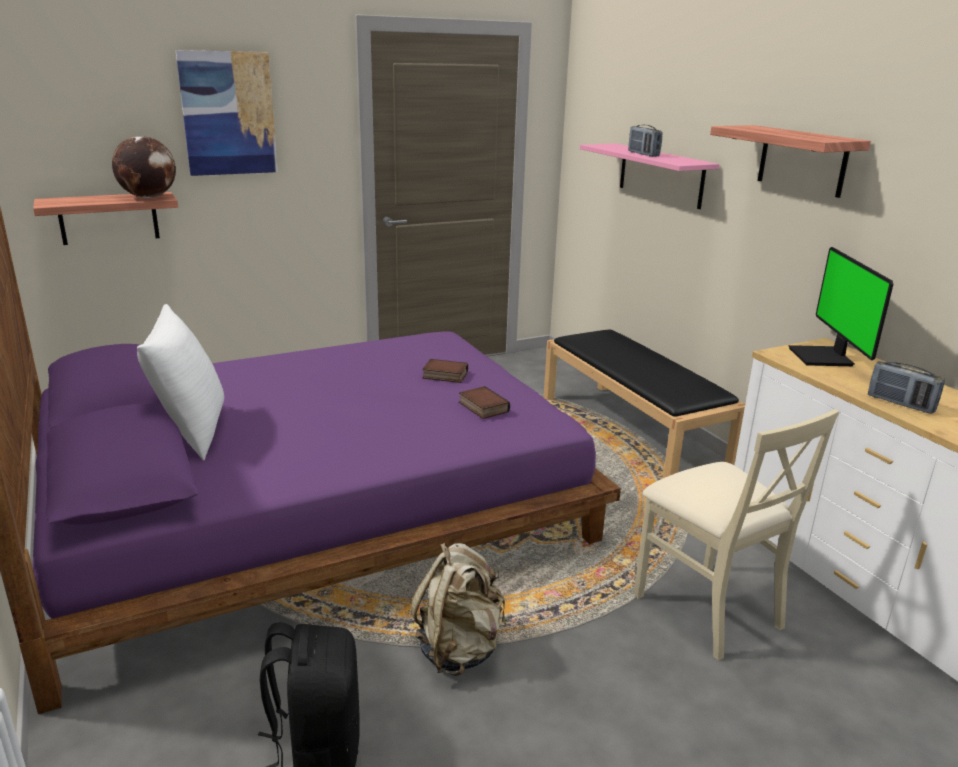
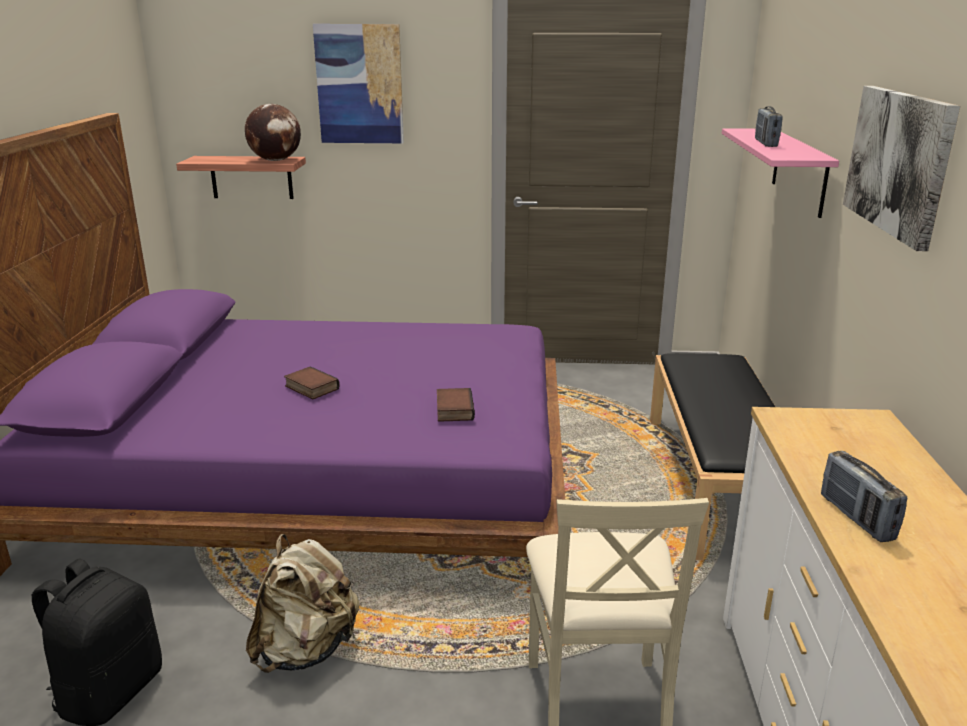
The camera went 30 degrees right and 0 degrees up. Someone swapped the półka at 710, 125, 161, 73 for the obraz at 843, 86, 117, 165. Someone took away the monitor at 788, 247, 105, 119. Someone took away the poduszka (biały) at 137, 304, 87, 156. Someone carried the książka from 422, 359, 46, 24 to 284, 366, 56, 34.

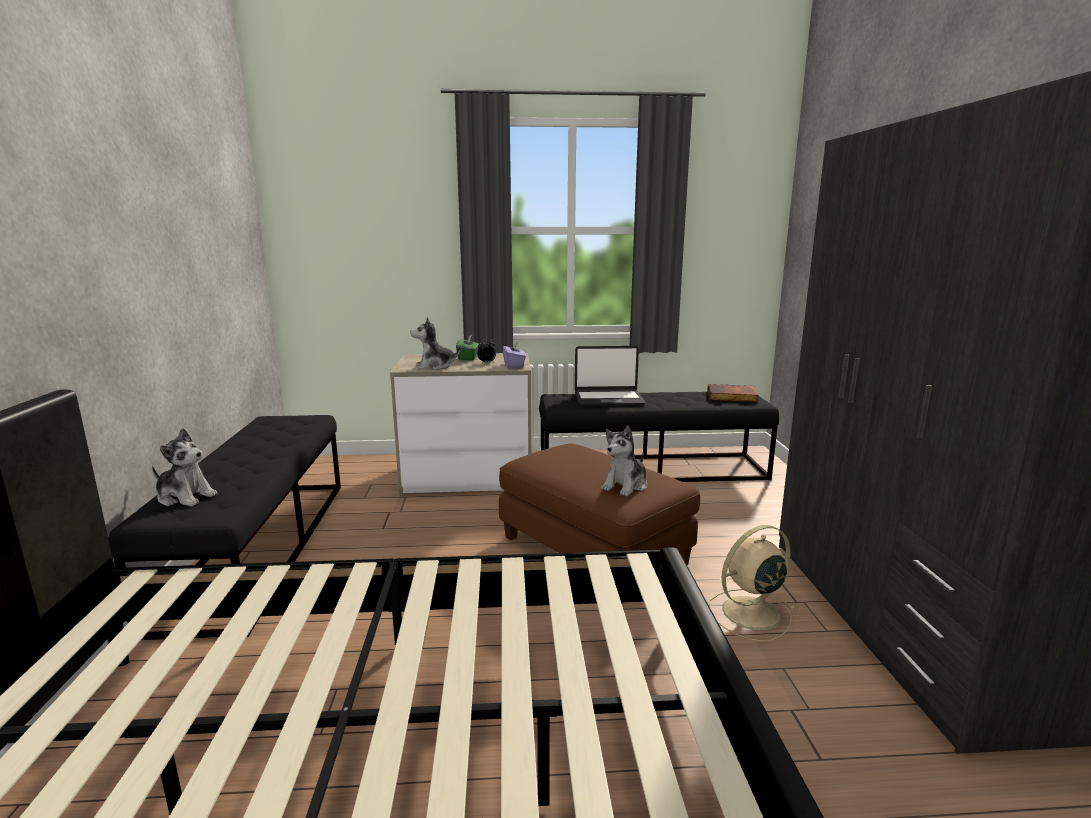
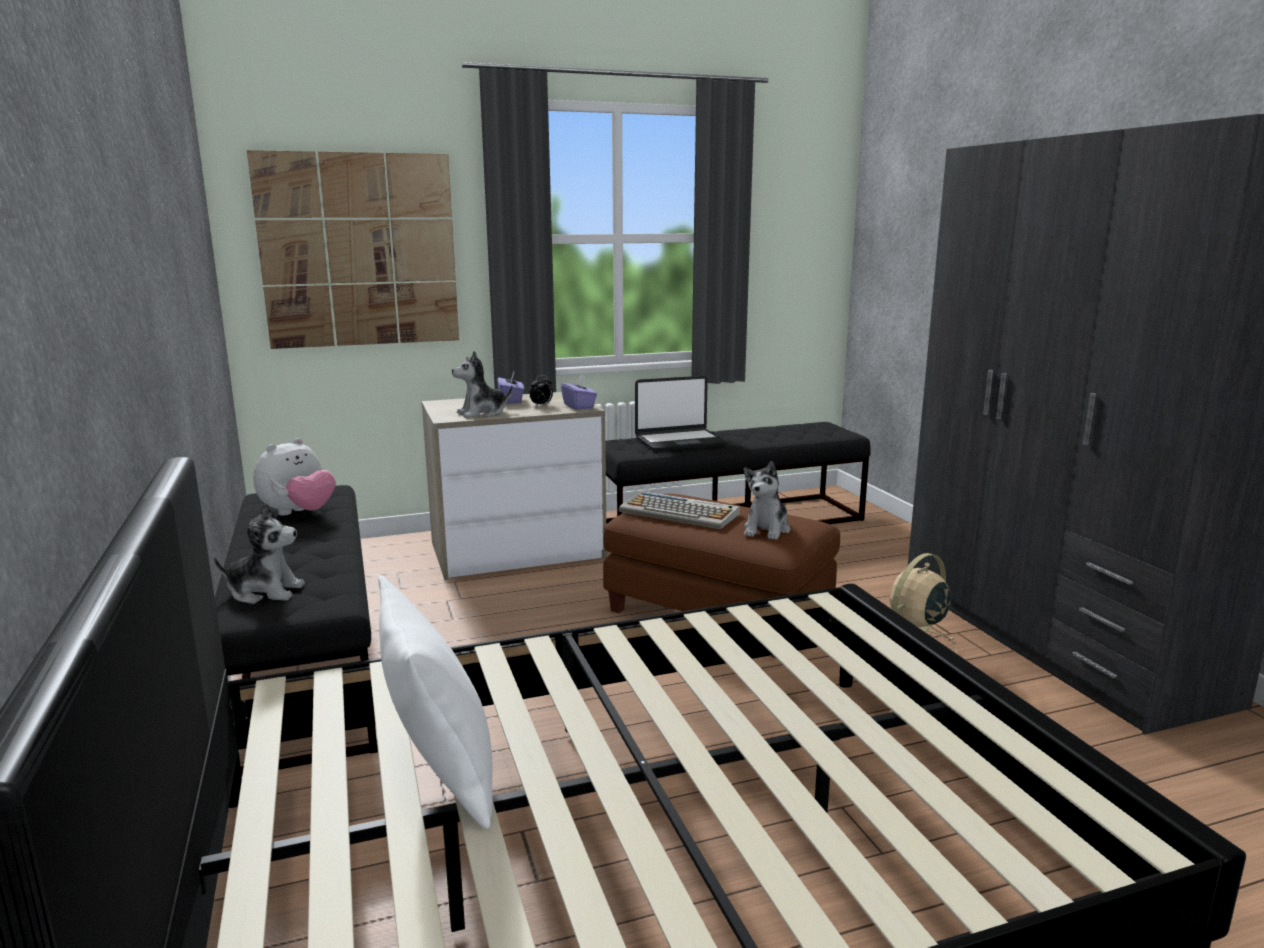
The camera went 15 degrees left and 0 degrees up. Someone repainted the pudełko chusteczek (zielony) at 456, 335, 23, 25, which became the pudełko chusteczek (fioletowy) at 497, 372, 27, 32. Someone took away the książka at 707, 384, 51, 19. Someone put up the obraz at 247, 150, 212, 199. Someone put down the pluszak at 253, 438, 83, 78. Someone put down the klawiatura at 619, 491, 121, 38. Someone put down the poduszka (biały) at 378, 576, 115, 253.

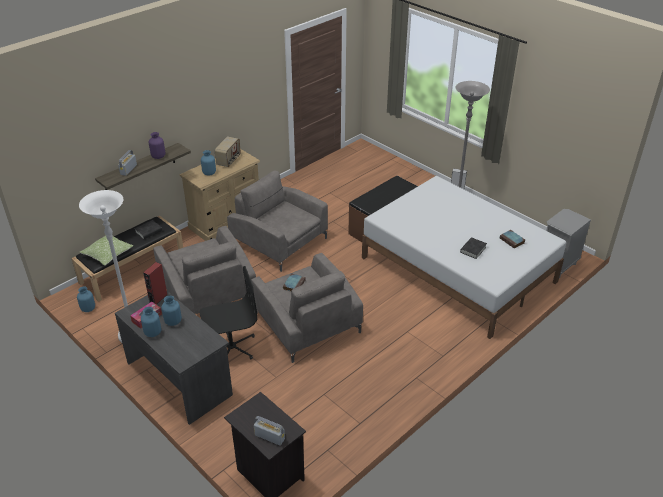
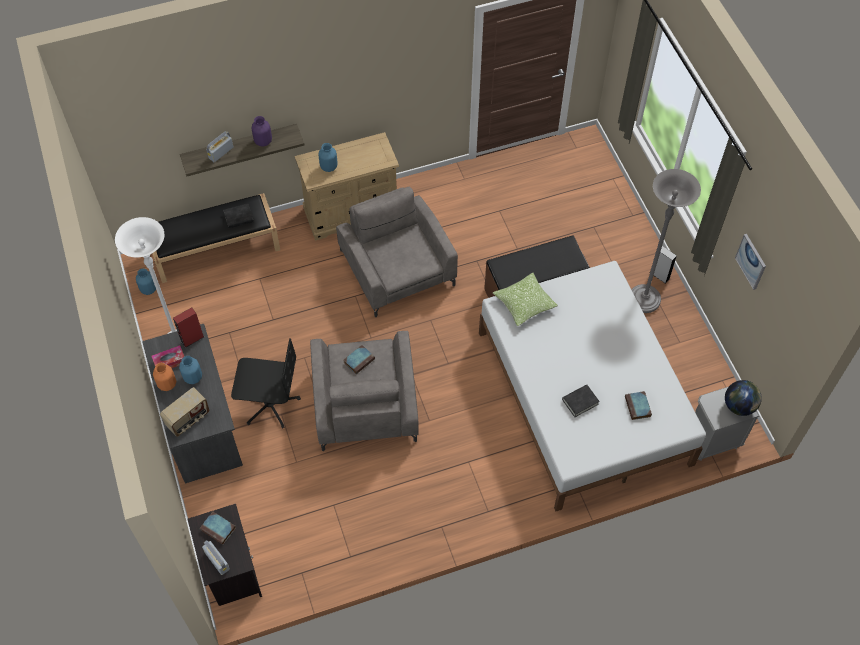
The camera went 25 degrees right and 20 degrees up. Someone carried the radio from 215, 136, 26, 31 to 160, 387, 49, 50. Someone took away the fotel (szary) at 153, 226, 103, 88. Someone carried the poduszka from 79, 235, 54, 31 to 493, 273, 65, 53. Someone repainted the wazon (niebieski) at 141, 307, 20, 30, which became the wazon (pomarańczowy) at 153, 363, 23, 28. Someone put up the obraz at 735, 234, 31, 56. Someone put down the globus at 725, 380, 37, 36. Someone put down the książka at 200, 512, 36, 33.

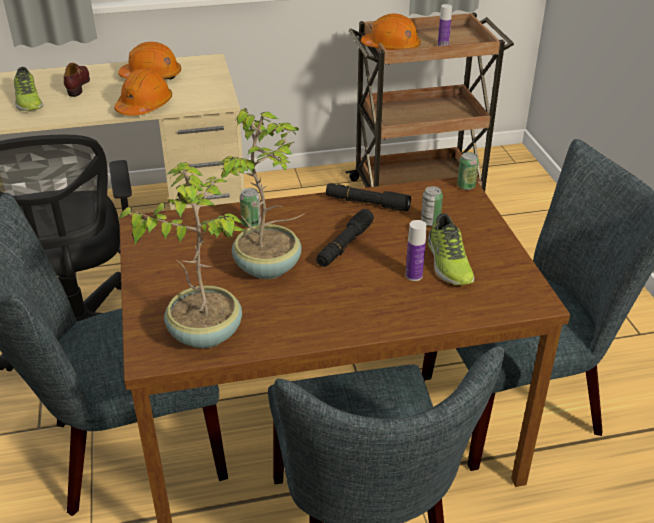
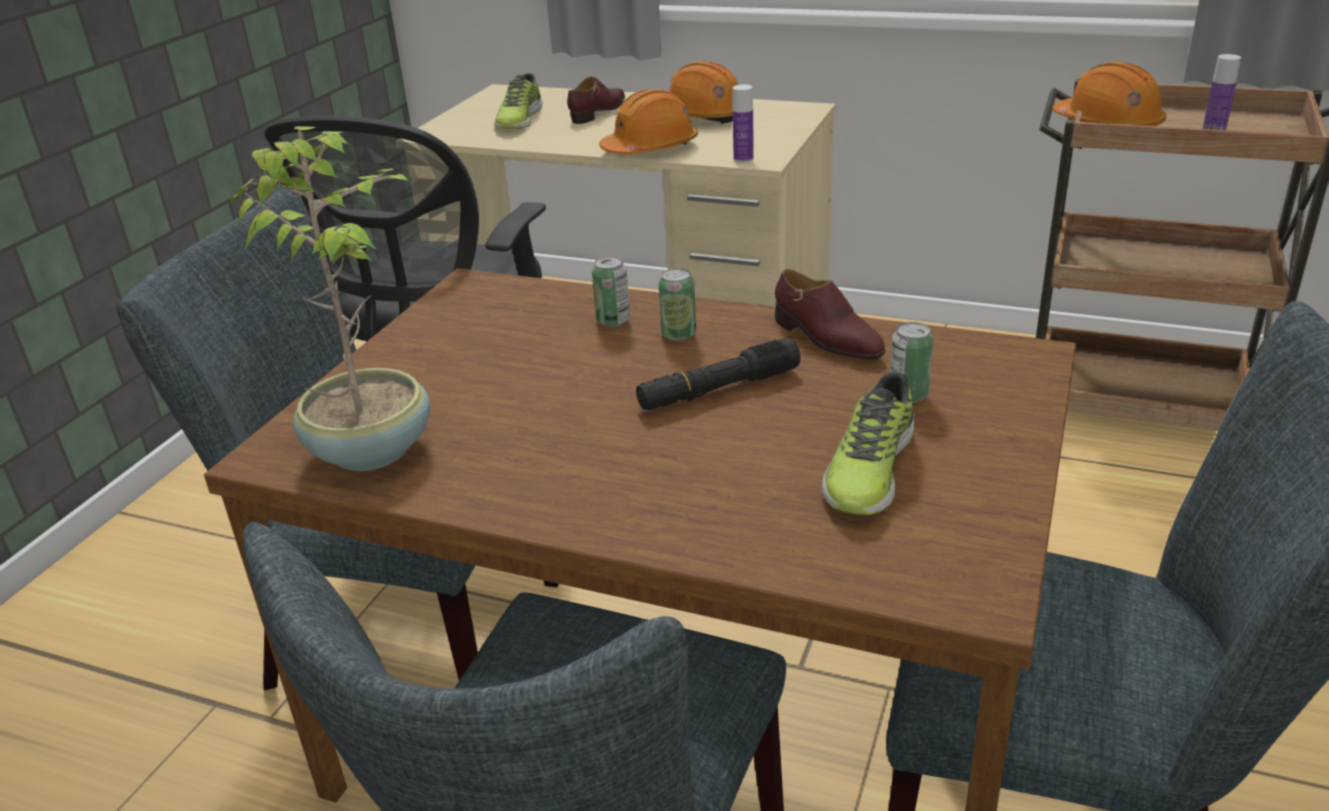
The camera went 35 degrees right and 5 degrees down. Someone took away the roślina doniczkowa at 217, 108, 87, 171. Someone carried the puszka from 457, 152, 22, 38 to 659, 268, 37, 73. Someone swapped the latarka (czarny) at 326, 183, 85, 28 for the but (brązowy) at 775, 269, 110, 91. Someone carried the butelka from 405, 220, 22, 61 to 733, 85, 21, 78.

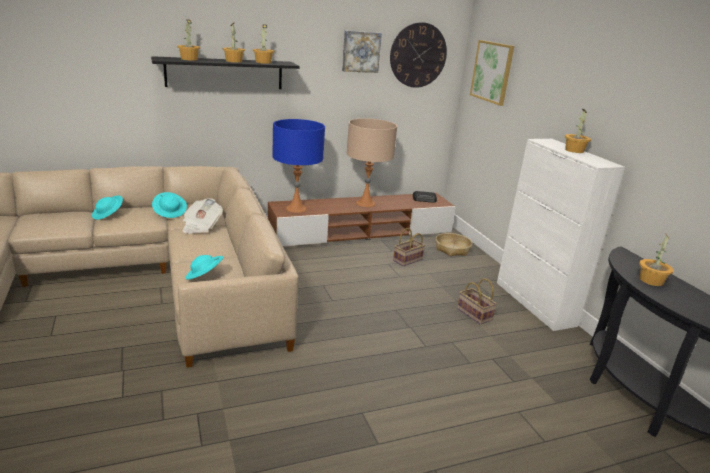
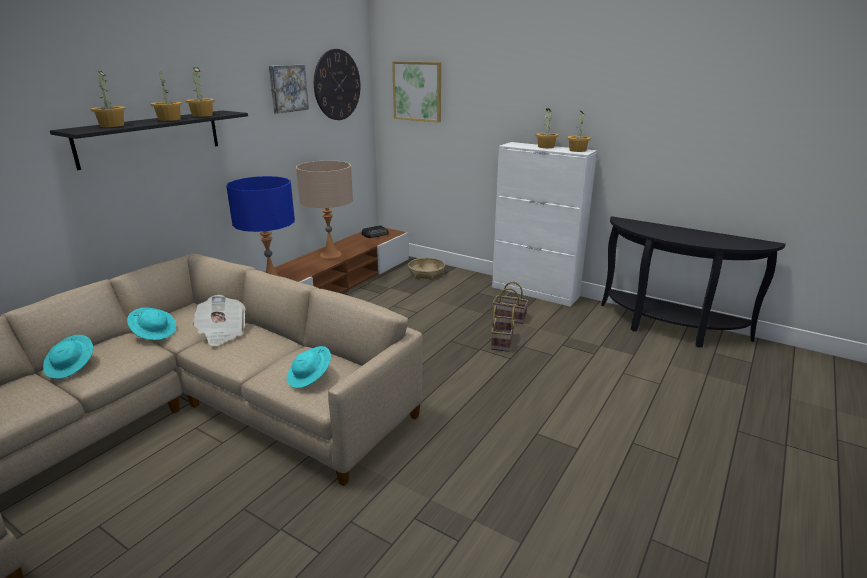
The camera went 35 degrees left and 0 degrees up. Someone carried the koszyk from 393, 228, 32, 38 to 491, 305, 24, 47. Someone carried the roślina doniczkowa from 639, 233, 35, 53 to 567, 111, 24, 41.

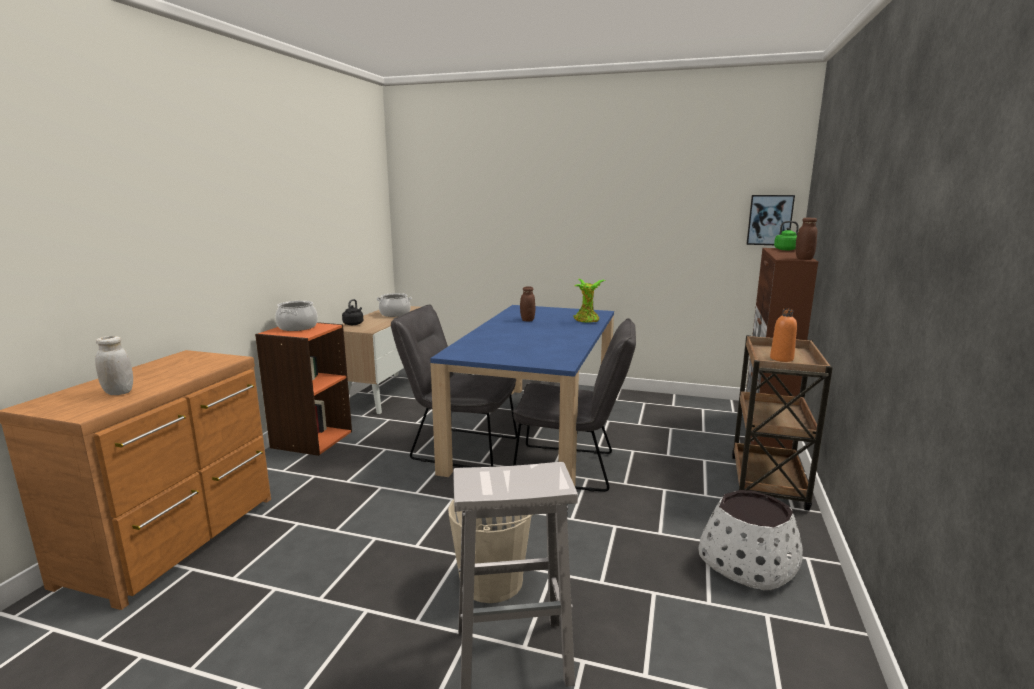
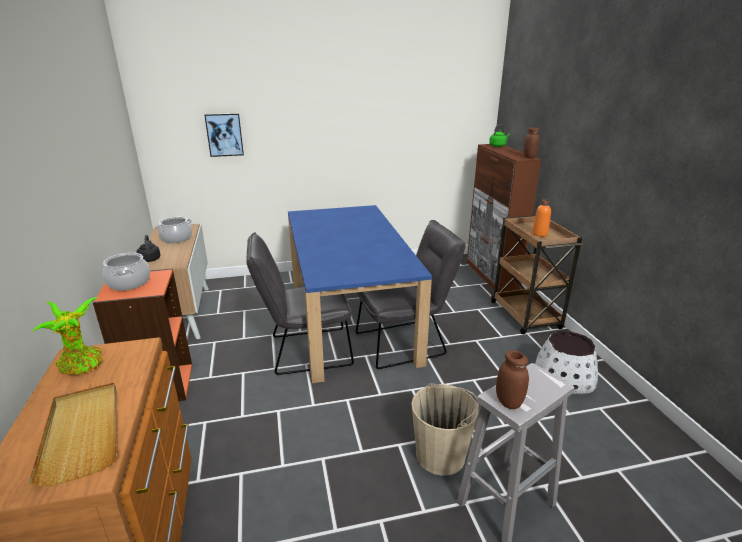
The camera went 30 degrees left and 10 degrees up. Someone carried the obraz from 747, 195, 48, 50 to 204, 113, 40, 44. Someone carried the roślina doniczkowa from 574, 279, 32, 44 to 31, 297, 72, 78. Someone carried the słoik (brązowy) from 520, 286, 15, 35 to 496, 350, 33, 59. Someone swapped the słoik (biały) at 95, 336, 38, 59 for the taca (beżowy) at 29, 382, 88, 104.

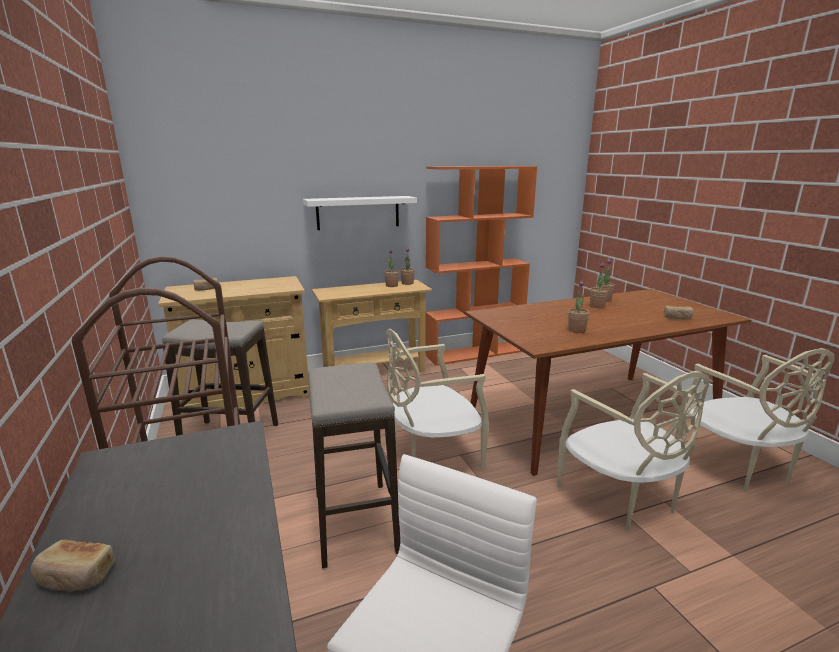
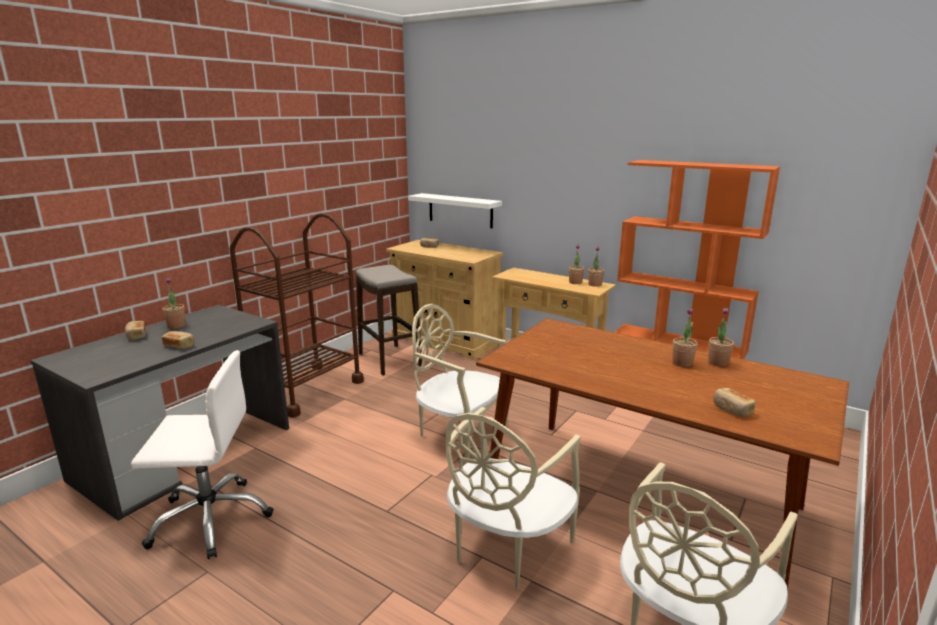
The camera went 55 degrees right and 0 degrees up. Someone carried the półka (biały) from 303, 196, 114, 34 to 408, 193, 94, 35. Someone carried the roślina doniczkowa from 568, 280, 22, 53 to 162, 277, 24, 52. Someone took away the stołek at 308, 363, 92, 205. Someone put down the chleb at 162, 331, 32, 18.

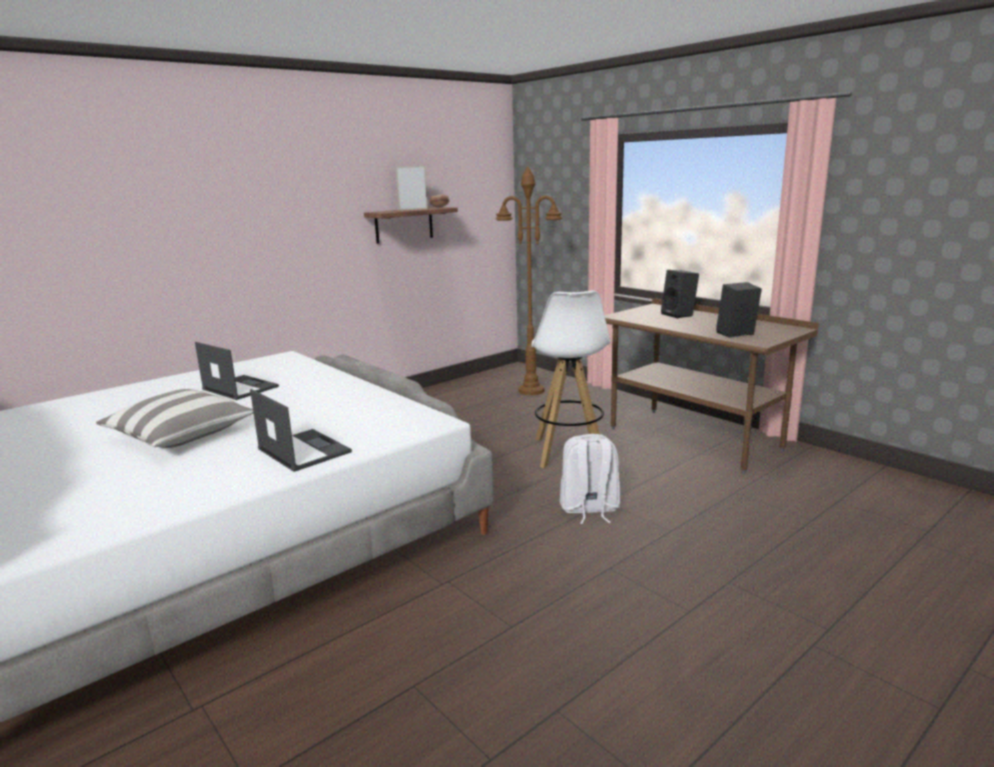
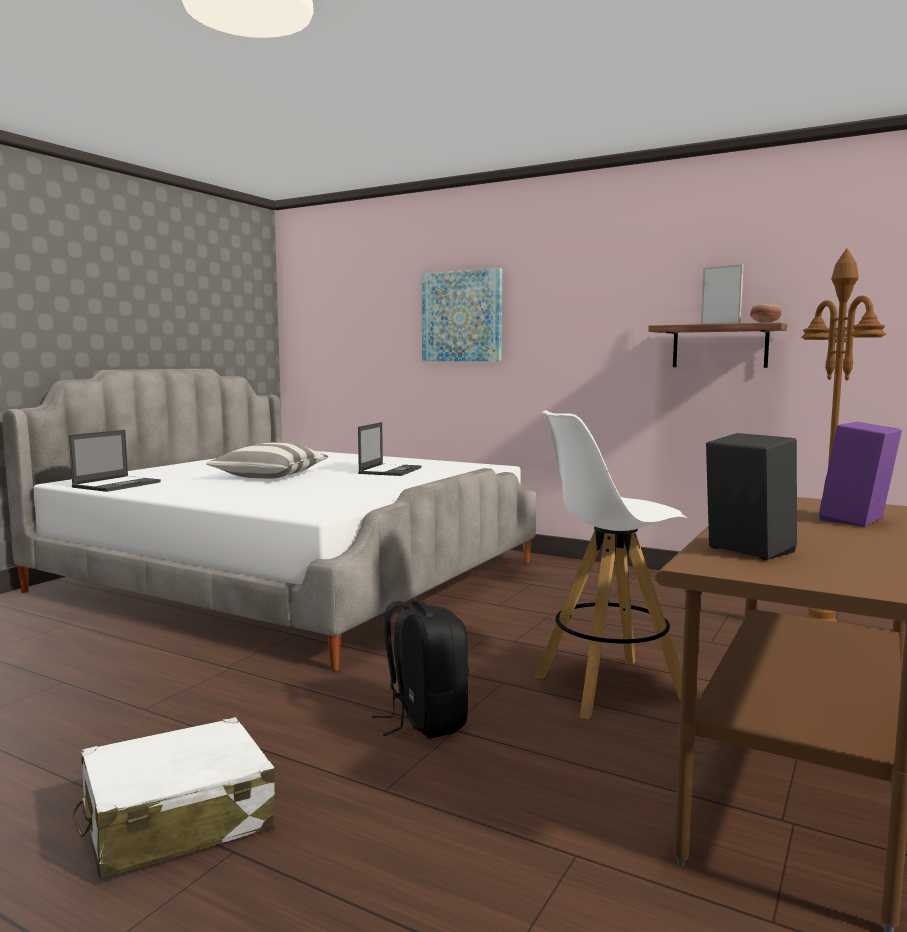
The camera went 70 degrees right and 10 degrees down. Someone repainted the głośnik (czarny) at 661, 270, 38, 48, which became the głośnik (fioletowy) at 819, 422, 83, 105. Someone carried the laptop from 250, 389, 102, 83 to 69, 430, 92, 62. Someone repainted the plecak (biały) at 560, 434, 60, 90, which became the plecak (czarny) at 372, 600, 97, 139. Someone put up the obraz at 422, 268, 80, 93. Someone put down the walizka (biały) at 72, 717, 204, 163.

